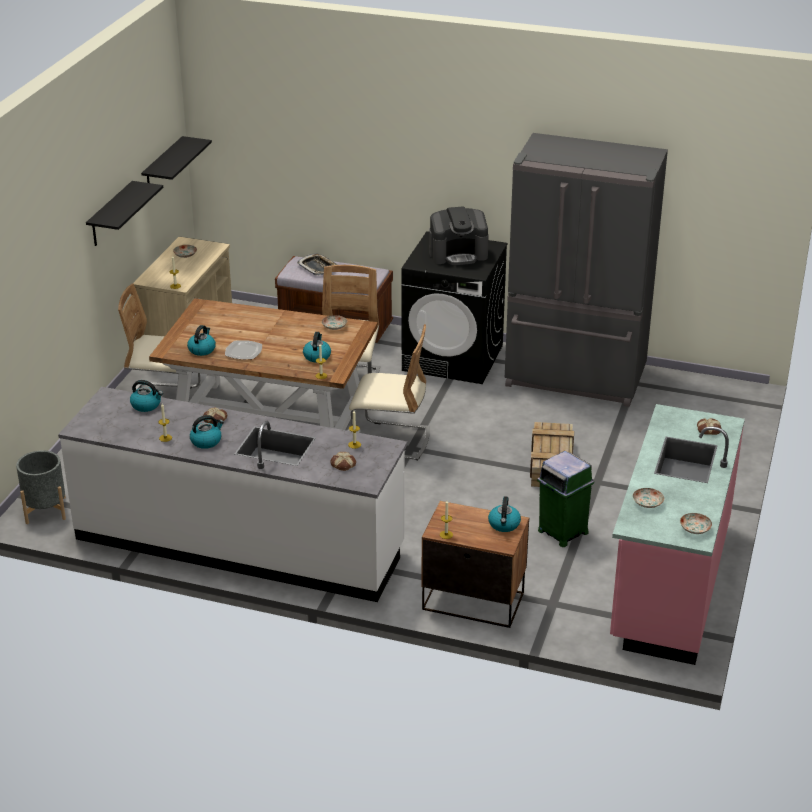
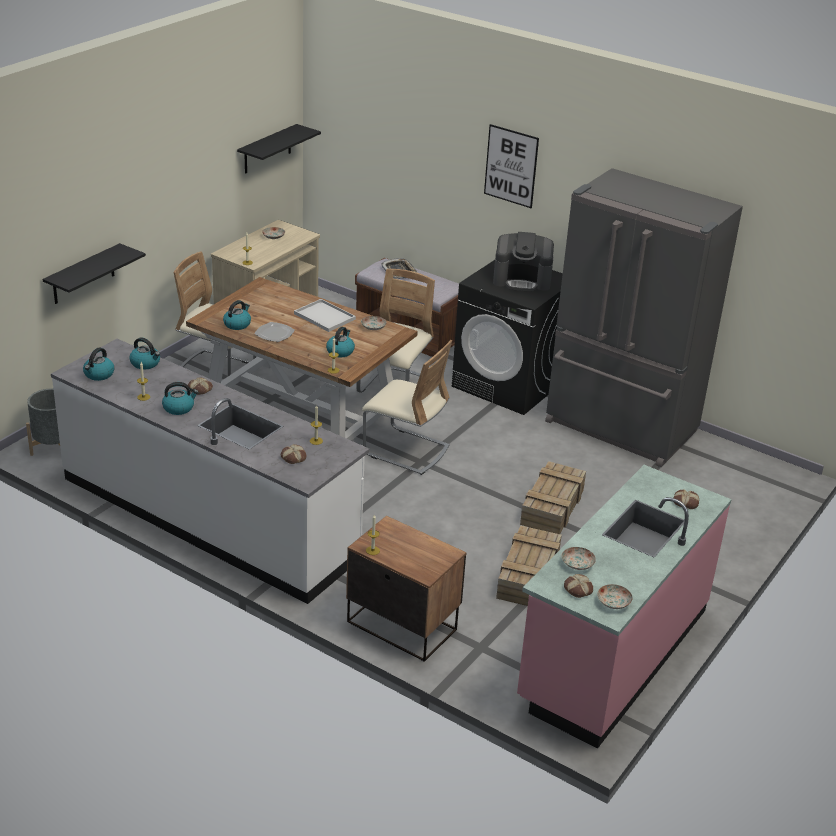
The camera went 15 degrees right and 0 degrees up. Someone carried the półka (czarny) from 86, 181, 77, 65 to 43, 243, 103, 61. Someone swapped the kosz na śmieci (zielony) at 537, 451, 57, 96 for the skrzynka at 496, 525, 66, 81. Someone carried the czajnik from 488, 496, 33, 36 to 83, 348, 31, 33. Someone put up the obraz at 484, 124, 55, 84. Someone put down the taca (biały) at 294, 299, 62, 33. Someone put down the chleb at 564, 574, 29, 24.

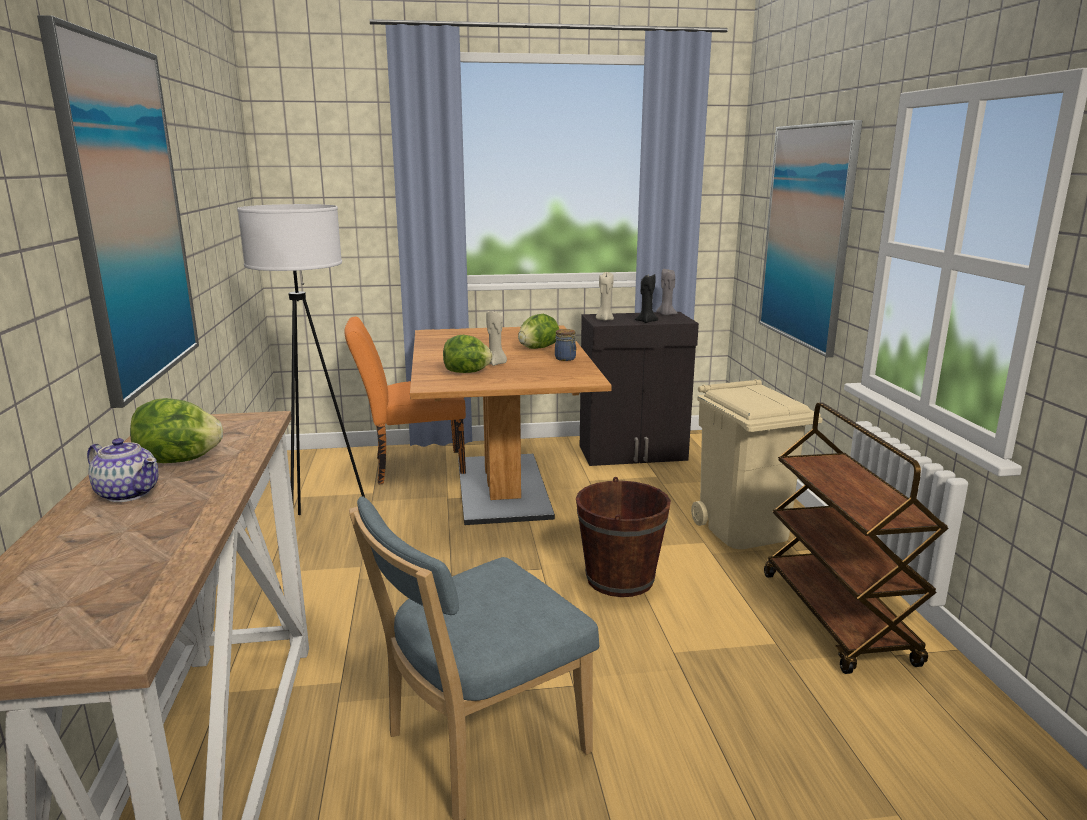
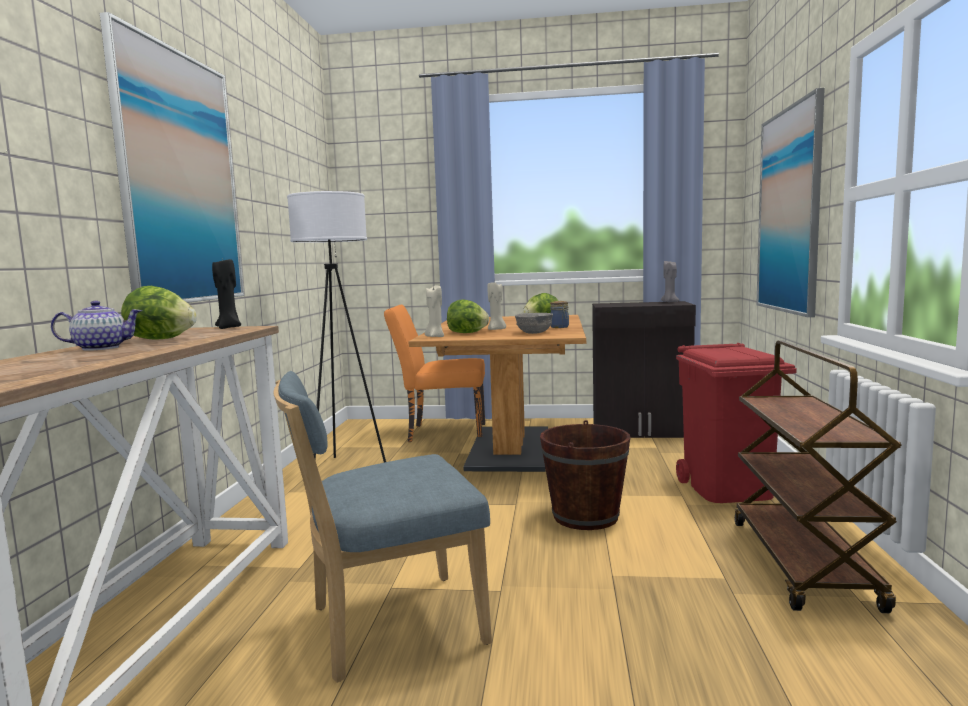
The camera went 15 degrees right and 10 degrees down. Someone carried the świeca (beżowy) from 596, 272, 18, 49 to 425, 285, 19, 52. Someone carried the świeca (czarny) from 635, 274, 23, 49 to 212, 258, 29, 71. Someone repainted the kosz na śmieci (beżowy) at 691, 379, 132, 170, which became the kosz na śmieci (czerwony) at 676, 343, 121, 160. Someone rotated the imbryk at 87, 438, 72, 64 by 60 degrees counterclockwise. Someone put down the miska (szary) at 515, 313, 38, 21.

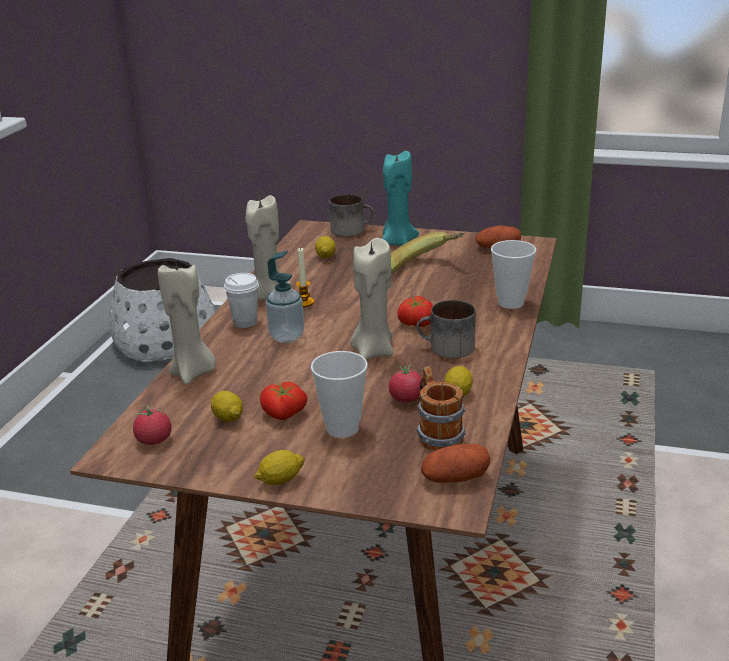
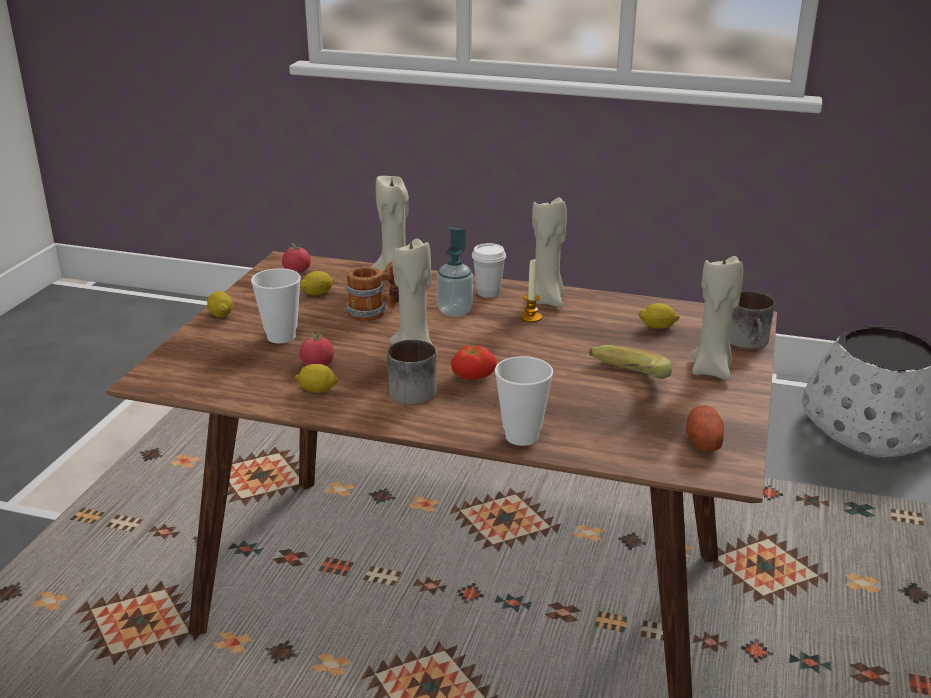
The camera went 90 degrees right and 0 degrees up. Someone repainted the świeca (turkusowy) at 382, 151, 37, 95, which became the świeca (beżowy) at 690, 256, 53, 124. Someone carried the kubek from 416, 366, 50, 85 to 346, 261, 53, 60. Someone took away the pomidor at 260, 382, 48, 38. Someone took away the ziemniak at 421, 444, 70, 39.

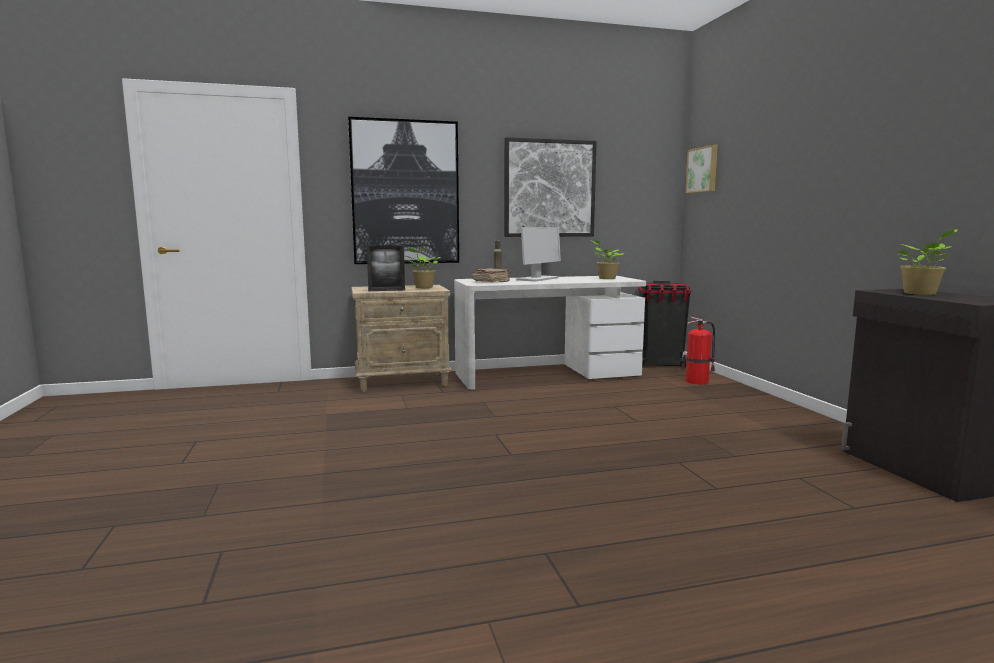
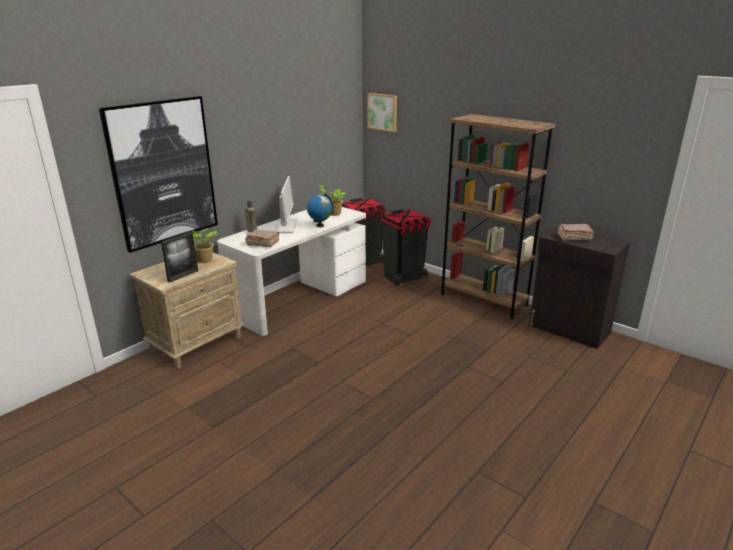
The camera went 35 degrees left and 15 degrees up. Someone took away the obraz at 504, 137, 93, 100. Someone swapped the roślina doniczkowa at 895, 229, 63, 66 for the książka (brązowy) at 558, 224, 36, 17. Someone swapped the gaśnica at 686, 316, 29, 69 for the kosz na śmieci (czarny) at 381, 209, 51, 77. Someone put down the regał (brązowy) at 440, 114, 115, 205. Someone put down the globus at 307, 194, 26, 33.

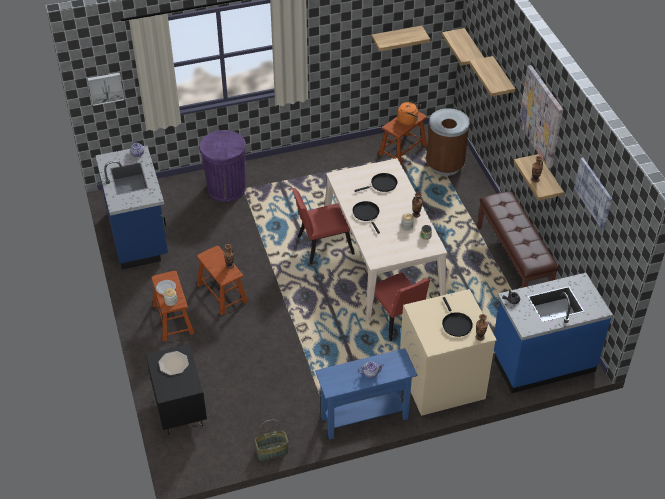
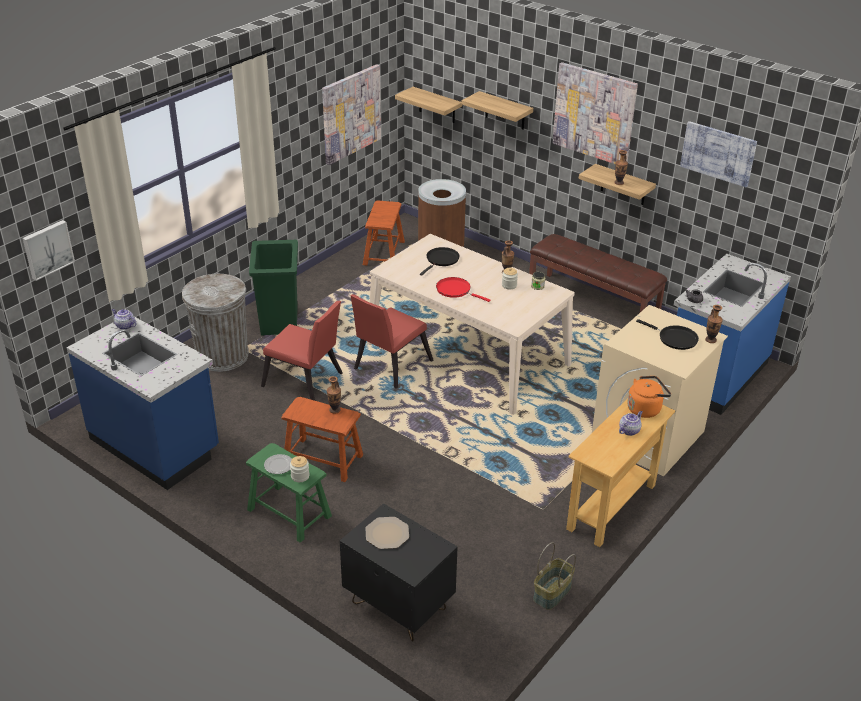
The camera went 35 degrees left and 10 degrees down. Someone swapped the półka at 372, 26, 58, 25 for the obraz at 322, 64, 59, 101. Someone carried the czajnik (pomarańczowy) from 397, 101, 24, 24 to 627, 376, 44, 42. Someone repainted the kosz na śmieci (fioletowy) at 200, 130, 46, 72, which became the kosz na śmieci (szary) at 182, 274, 66, 98. Someone repainted the patelnia (czarny) at 352, 201, 28, 33, which became the patelnia (czerwony) at 436, 277, 54, 25. Someone repainted the stołek (brązowy) at 151, 271, 44, 70, which became the stołek (zielony) at 246, 443, 86, 99. Someone carried the krzesło (czerwony) from 365, 272, 65, 69 to 261, 301, 82, 100. Someone repainted the stolik konsolowy (niebieski) at 315, 348, 102, 92, which became the stolik konsolowy (beżowy) at 566, 398, 109, 149. Someone put down the kosz na śmieci (zielony) at 249, 240, 49, 95.

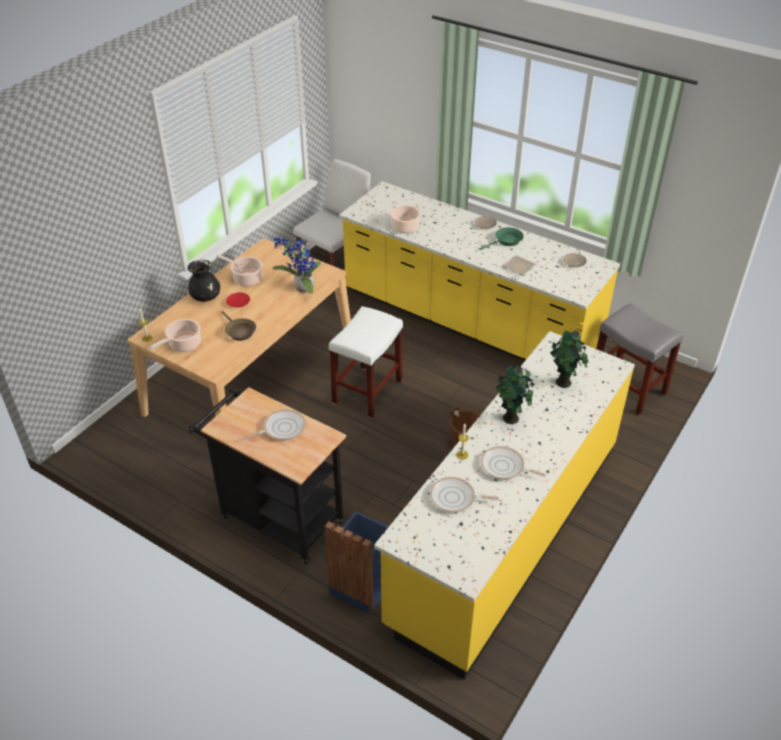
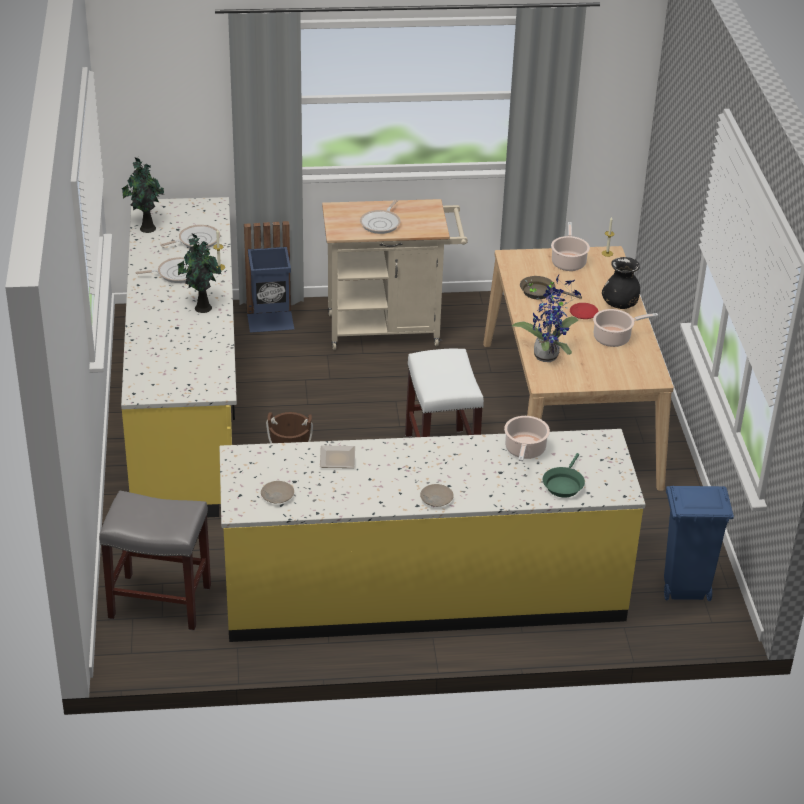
The camera went 140 degrees right and 5 degrees down. Someone swapped the krzesło (biały) at 293, 159, 78, 108 for the kosz na śmieci (niebieski) at 664, 486, 70, 115. Someone carried the patelnia (zielony) from 479, 227, 45, 23 to 543, 453, 42, 44. Someone carried the roślina doniczkowa from 550, 328, 39, 60 to 122, 158, 42, 75. Someone repainted the wózek (czarny) at 189, 387, 157, 177, which became the wózek (beżowy) at 322, 199, 146, 151.

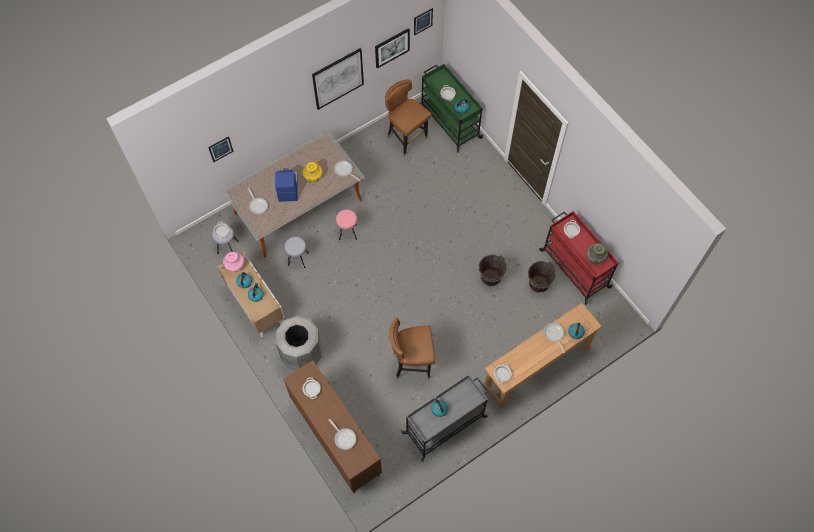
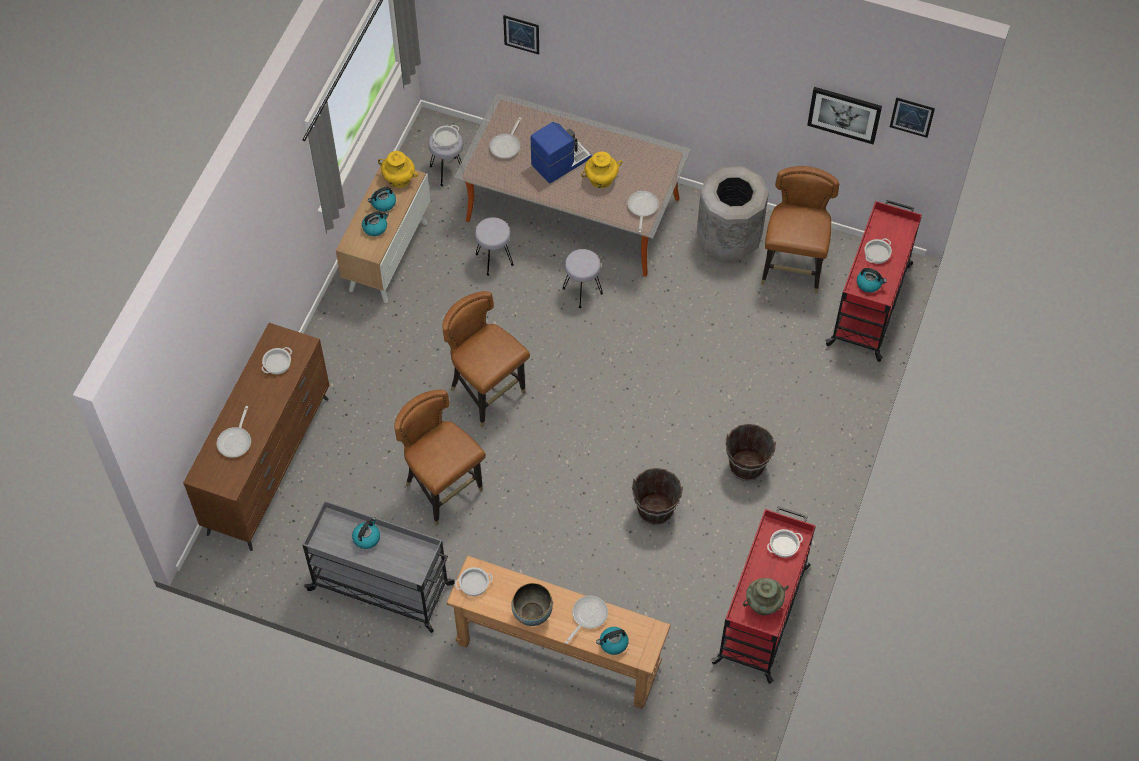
The camera went 55 degrees right and 5 degrees down. Someone took away the obraz at 312, 48, 52, 62. Someone repainted the wózek (zielony) at 420, 64, 64, 89, which became the wózek (czerwony) at 825, 200, 97, 162. Someone repainted the stołek (różowy) at 336, 209, 21, 31, which became the stołek (szary) at 562, 249, 41, 59. Someone repainted the wazon (różowy) at 221, 252, 25, 20, which became the wazon (żółty) at 378, 151, 40, 37. Someone carried the wiadro (brązowy) from 528, 261, 28, 32 to 725, 424, 51, 57. Someone carried the kosz na śmieci (szary) from 276, 316, 46, 54 to 697, 166, 72, 95. Someone put down the krzesło (brązowy) at 442, 291, 88, 136. Someone put down the miska at 511, 583, 42, 43.

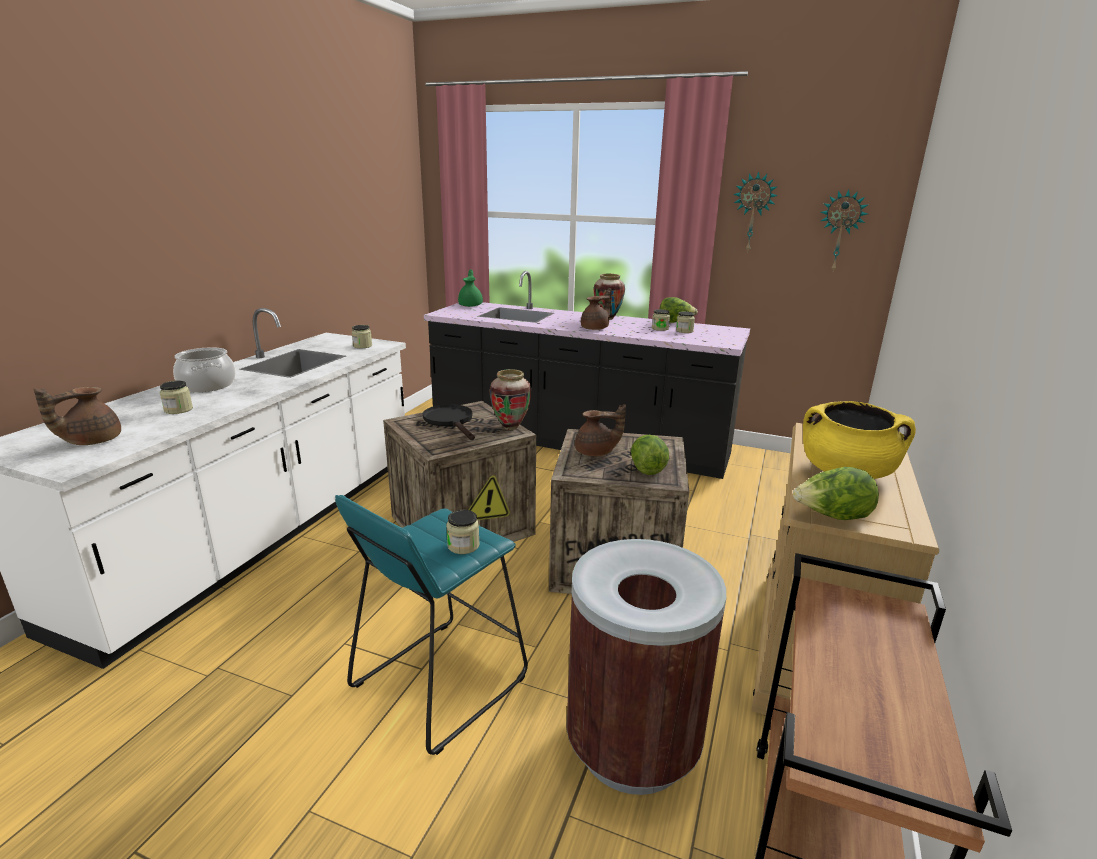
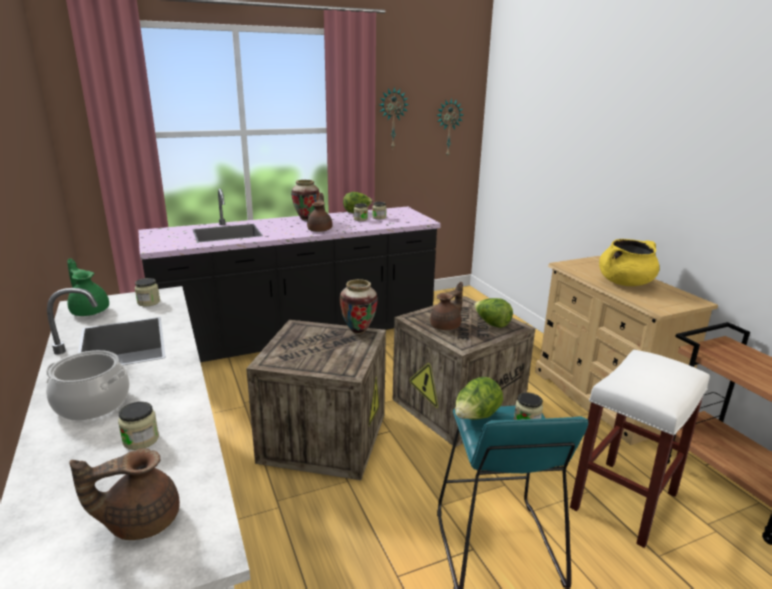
The camera went 45 degrees left and 0 degrees up. Someone carried the imbryk (zielony) from 458, 269, 25, 38 to 67, 259, 42, 57. Someone rotated the imbryk (brązowy) at 33, 387, 88, 58 by 75 degrees clockwise. Someone took away the patelnia (czarny) at 423, 404, 52, 36. Someone carried the sałata from 793, 467, 86, 53 to 455, 377, 48, 43. Someone swapped the kosz na śmieci (brązowy) at 566, 539, 160, 256 for the stołek (biały) at 570, 349, 139, 199.

